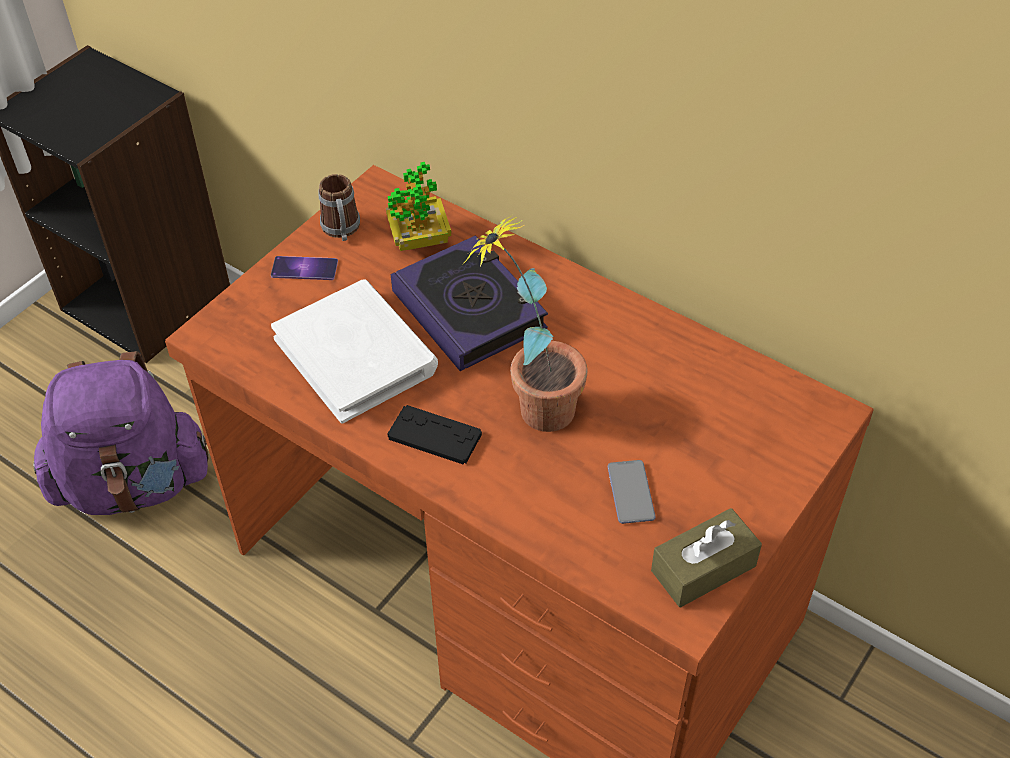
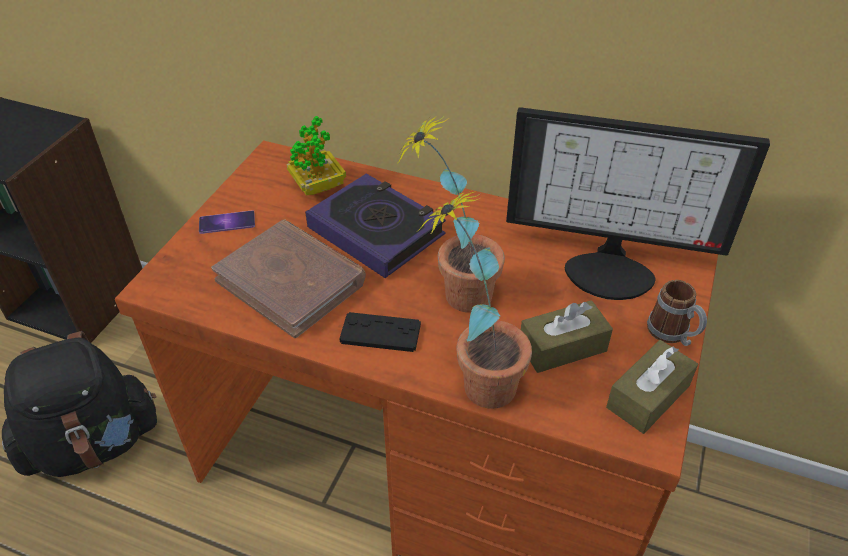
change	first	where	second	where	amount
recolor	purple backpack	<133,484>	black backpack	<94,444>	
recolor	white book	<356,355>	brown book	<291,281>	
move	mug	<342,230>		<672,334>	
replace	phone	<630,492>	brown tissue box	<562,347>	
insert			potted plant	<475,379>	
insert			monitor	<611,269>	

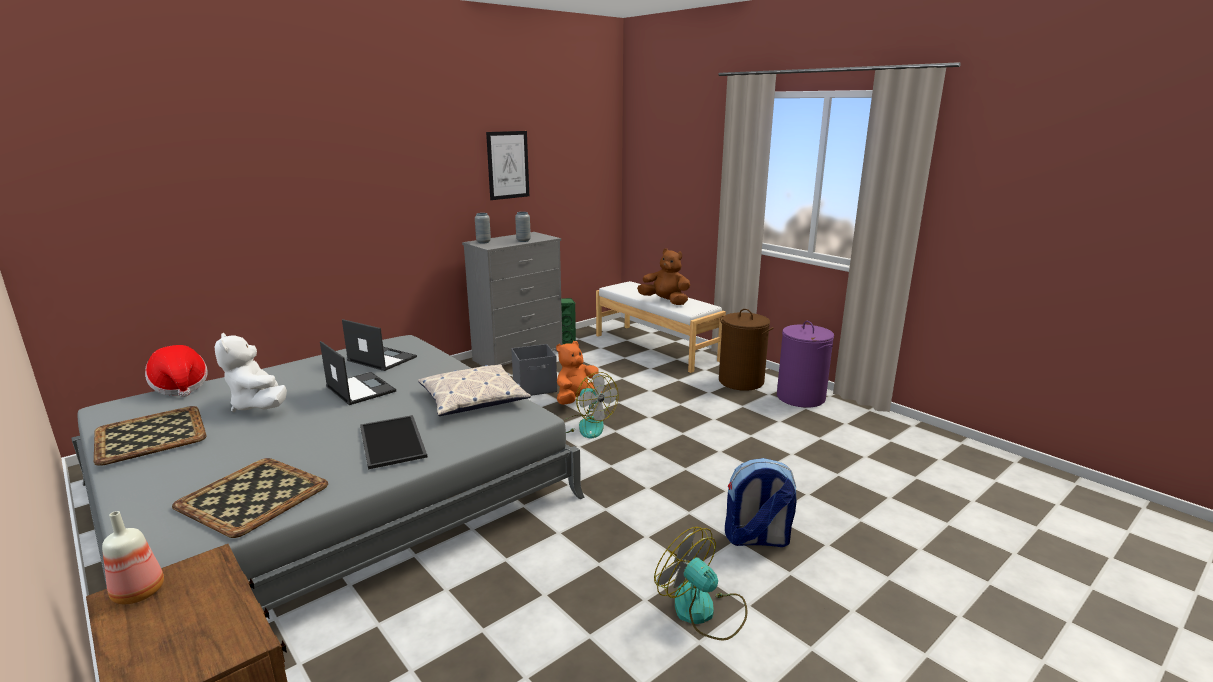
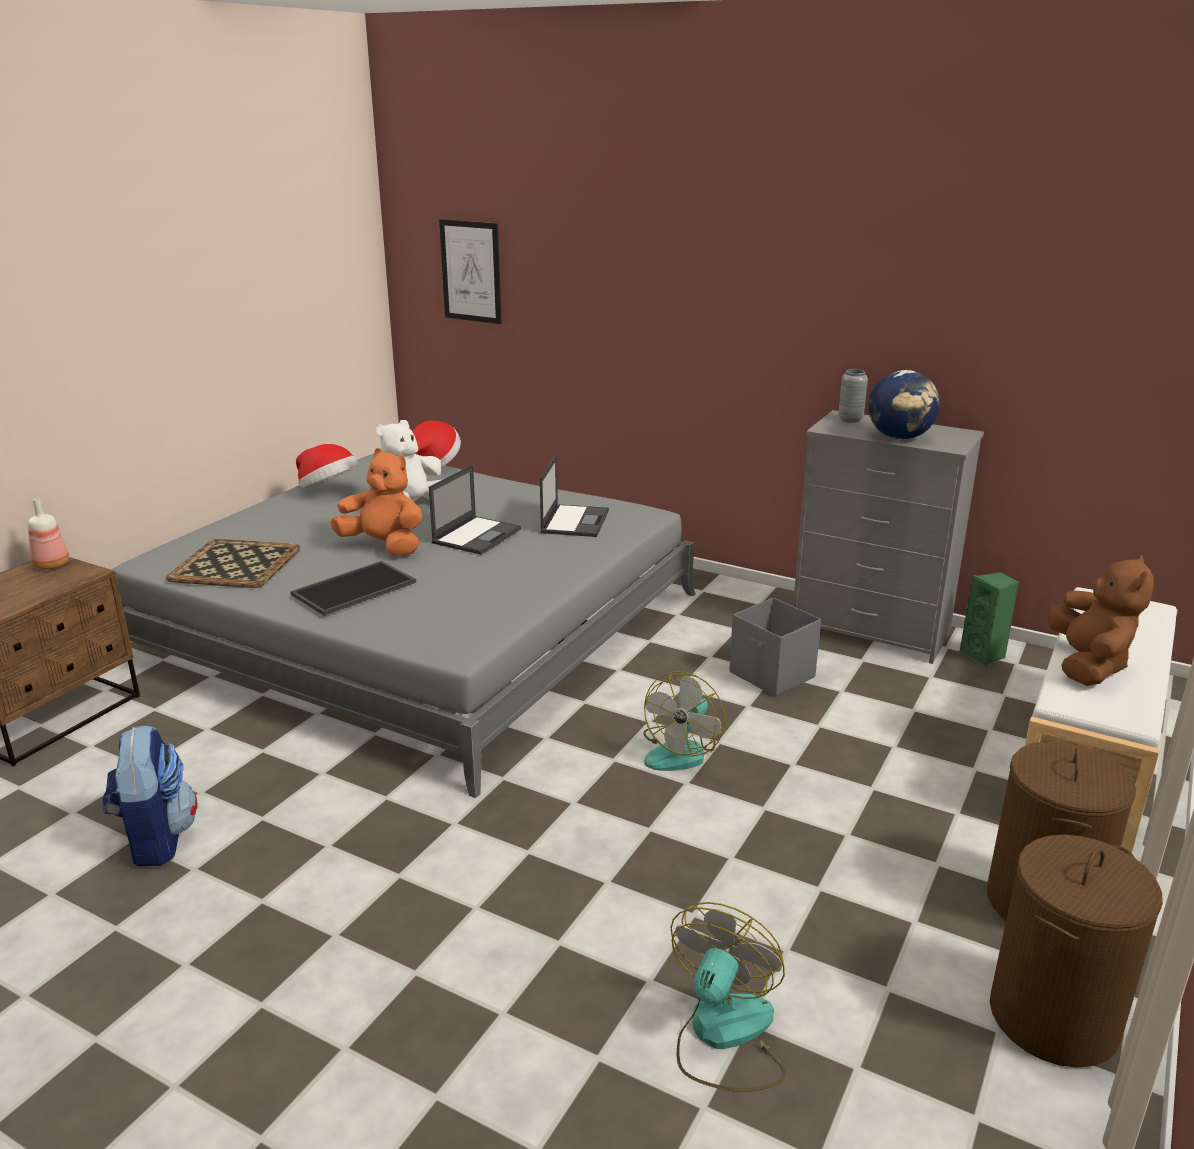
change	first	where	second	where	amount
replace	tray	<149,435>	hat	<329,489>	
delete	pillow	<473,399>			
move	picture	<508,165>		<471,271>	
replace	grey vase	<523,241>	globe	<900,438>	
move	orange plush toy	<577,400>		<384,546>	
move	fan	<703,611>		<724,1036>	
move	backpack	<756,539>		<156,839>	
recolor	purple laundry basket	<801,397>	brown laundry basket	<1053,1018>	

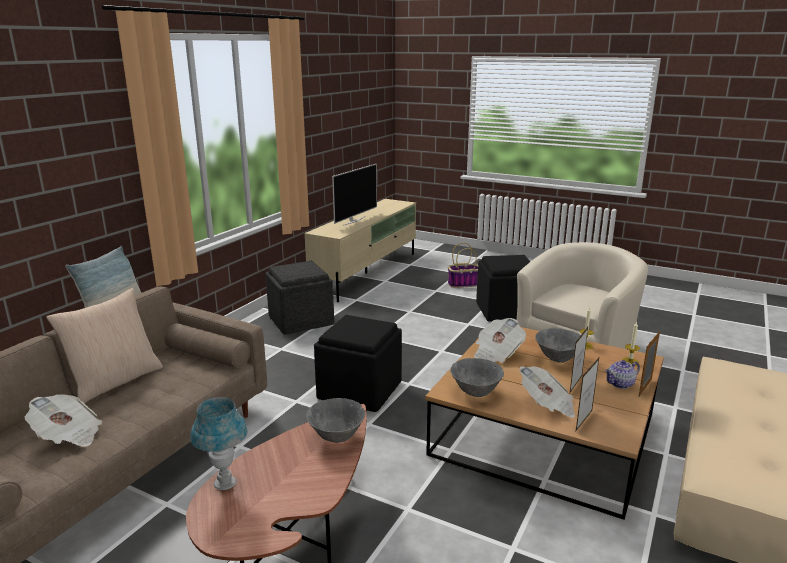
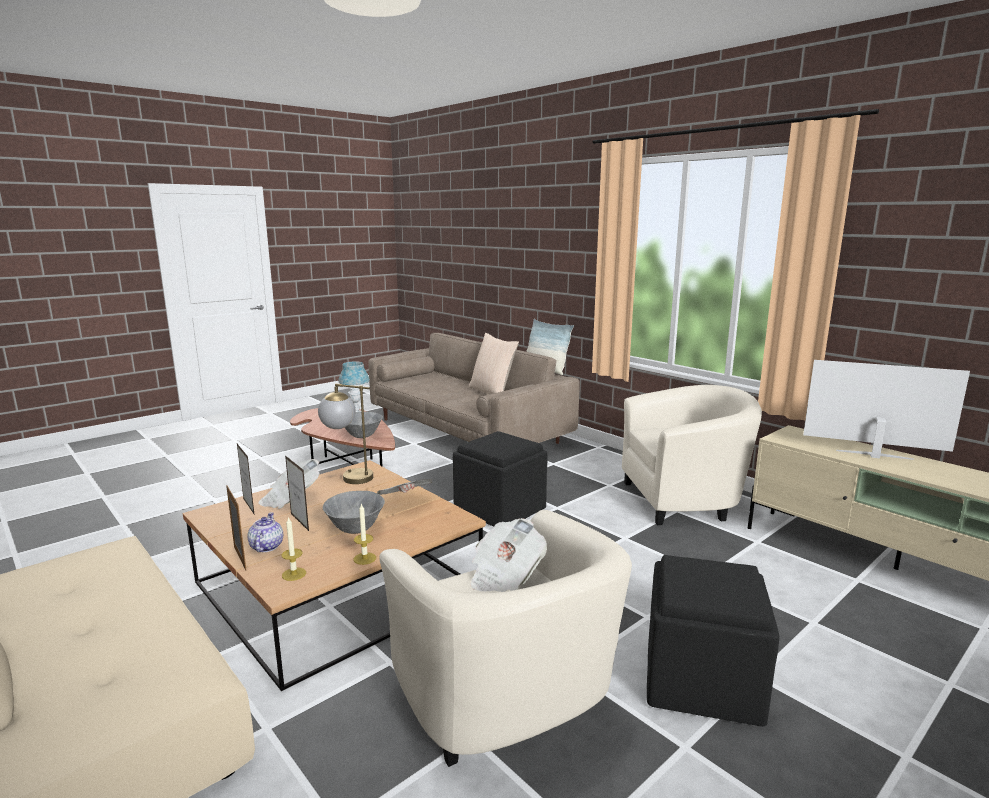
change	first	where	second	where	amount
move	newspaper	<68,435>		<505,575>	
replace	grey ottoman	<301,320>	beige armchair	<684,500>	
rotate	television	<353,221>		<874,455>	150 degrees clockwise
delete	basket	<463,284>			
replace	grey bowl	<475,393>	table lamp	<348,477>	

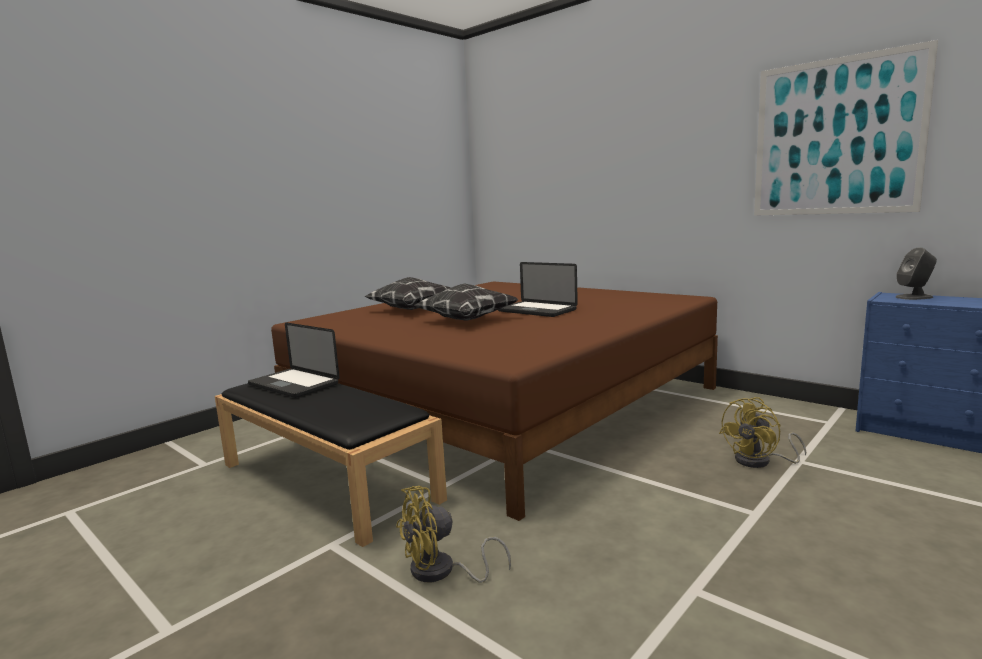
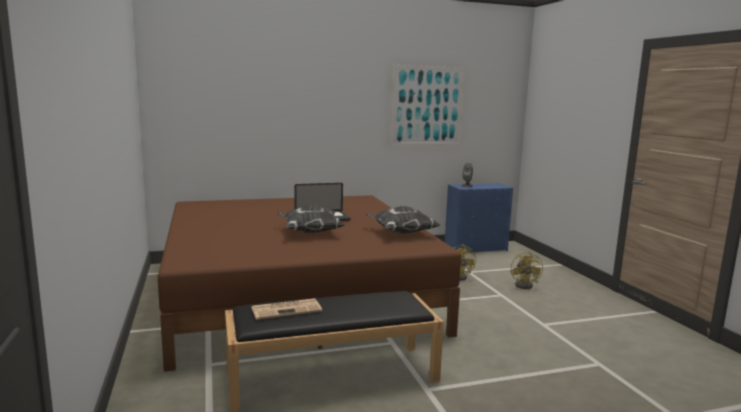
change	first	where	second	where	amount
replace	laptop	<293,384>	newspaper	<287,309>	
move	pillow	<412,309>		<400,233>	
move	yellow fan	<441,572>		<526,285>	

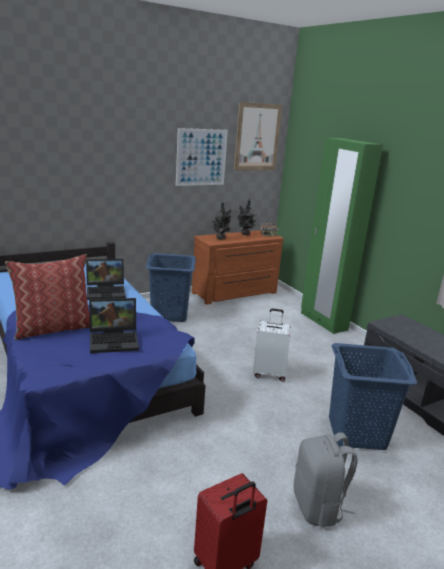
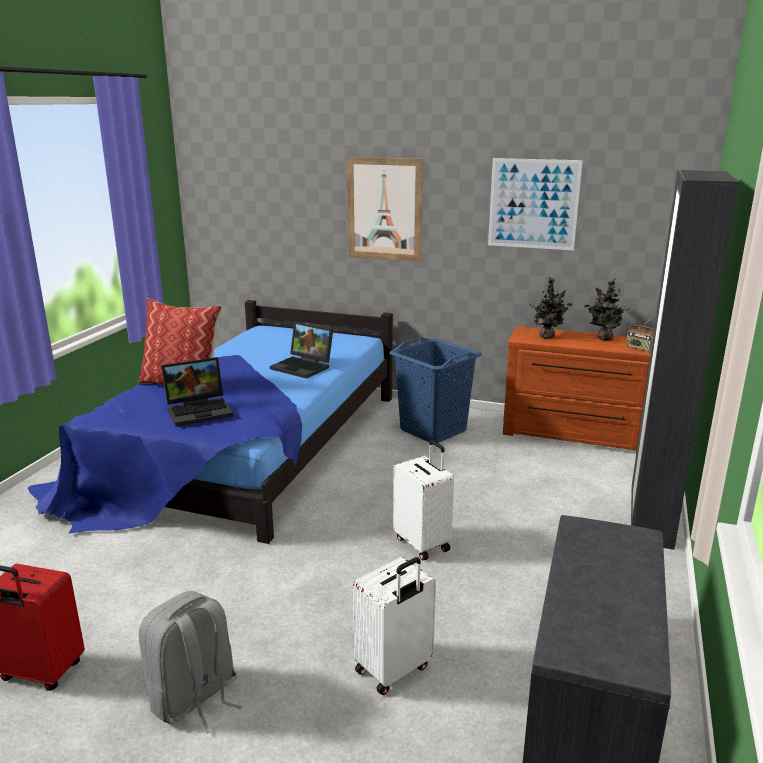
change	first	where	second	where	amount
rotate	laptop	<115,340>		<200,410>	60 degrees counterclockwise
move	picture	<257,137>		<384,209>	
recolor	green wardrobe	<323,321>	black wardrobe	<650,520>	
replace	blue laundry basket	<357,433>	white suitcase	<394,670>	

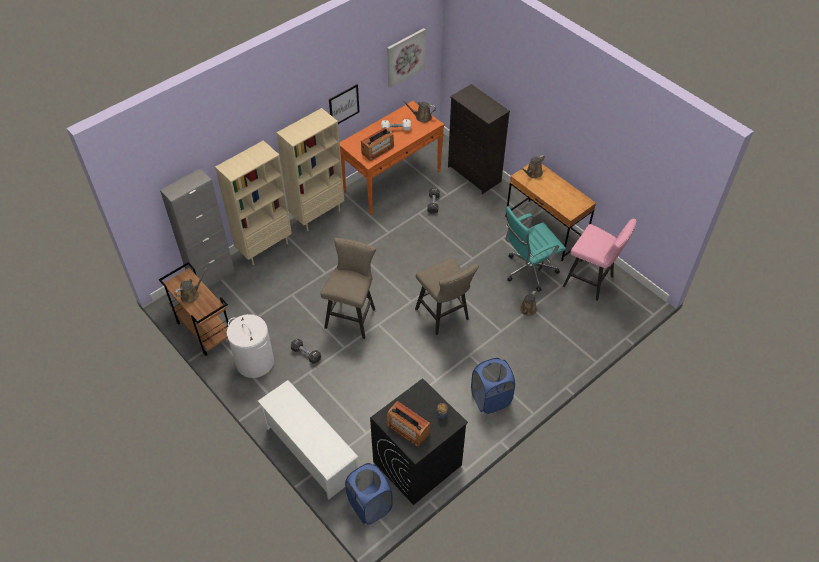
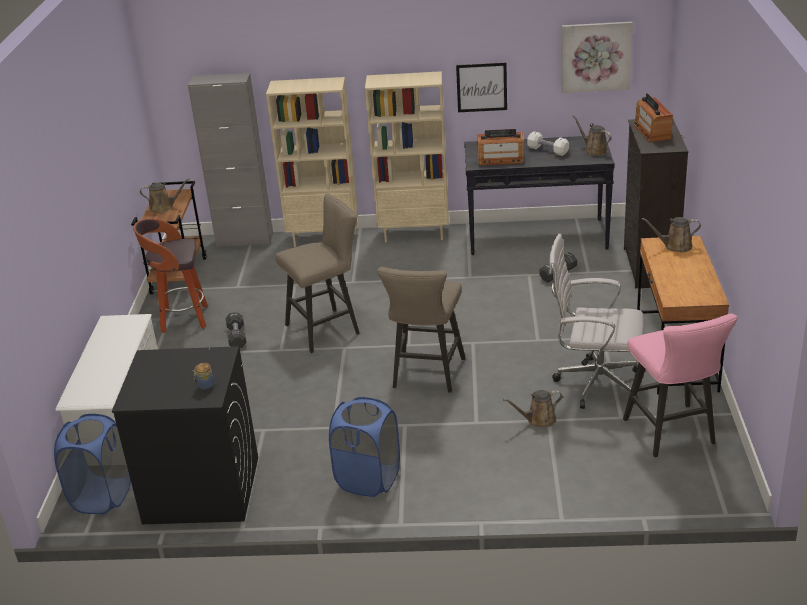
change	first	where	second	where	amount
replace	white laundry basket	<254,362>	stool	<183,320>	
recolor	orange console table	<392,180>	black console table	<537,236>	
move	radio	<408,429>		<652,132>	
recolor	turquoise office chair	<528,271>	white office chair	<594,383>	

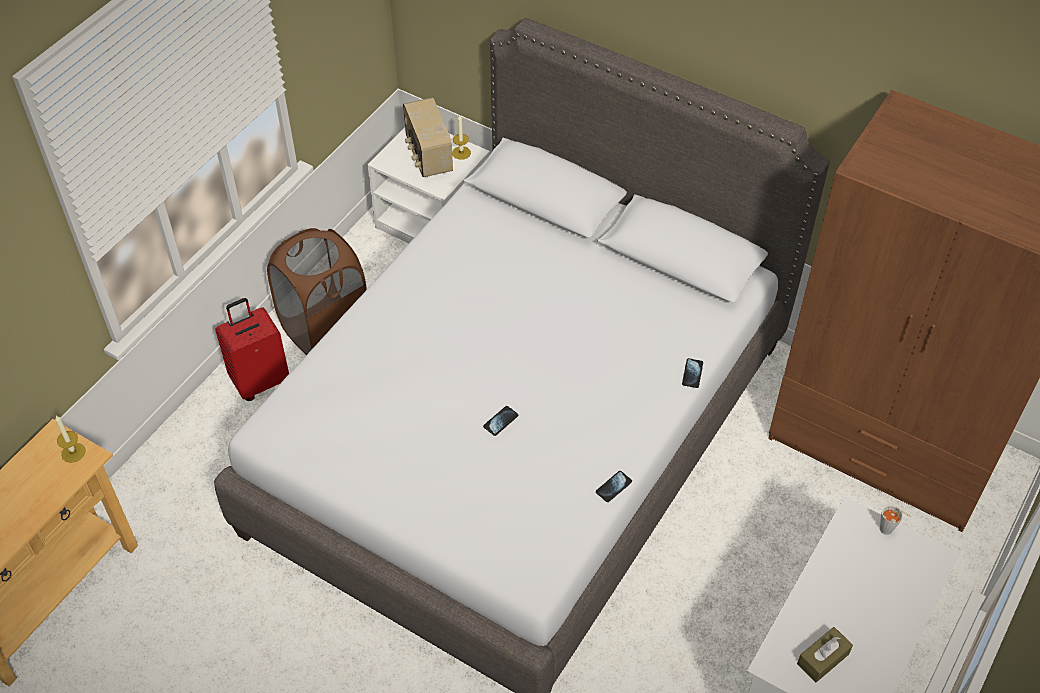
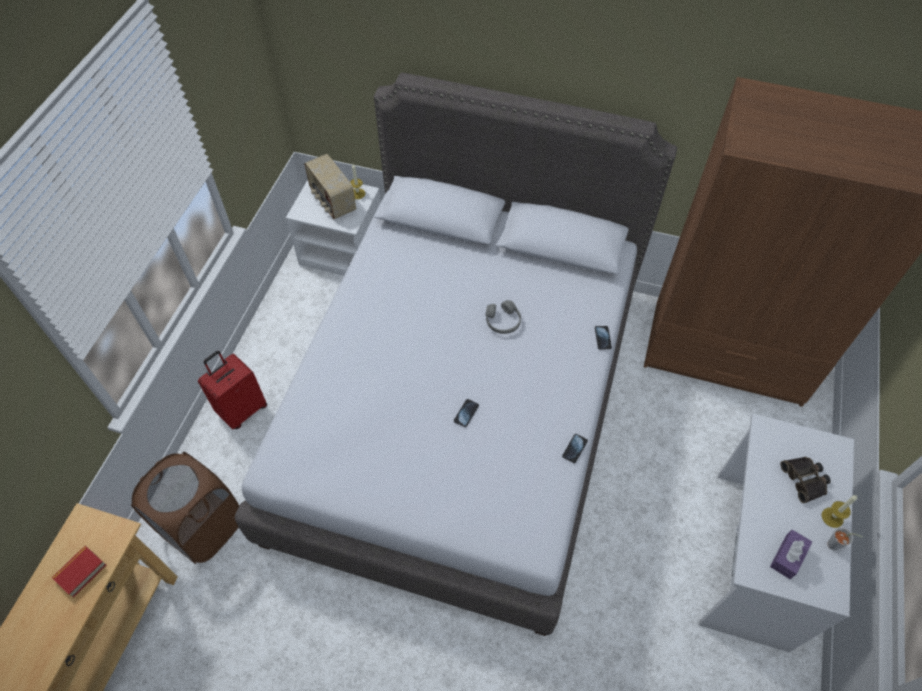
change	first	where	second	where	amount
move	candle	<73,452>		<832,517>	
move	brown laundry basket	<325,329>		<204,527>	
recolor	brown tissue box	<823,659>	purple tissue box	<788,557>	
move	grey cup	<889,530>		<836,546>	
insert			book	<81,572>	
insert			grey headphones	<503,321>	
insert			binoculars	<805,480>	

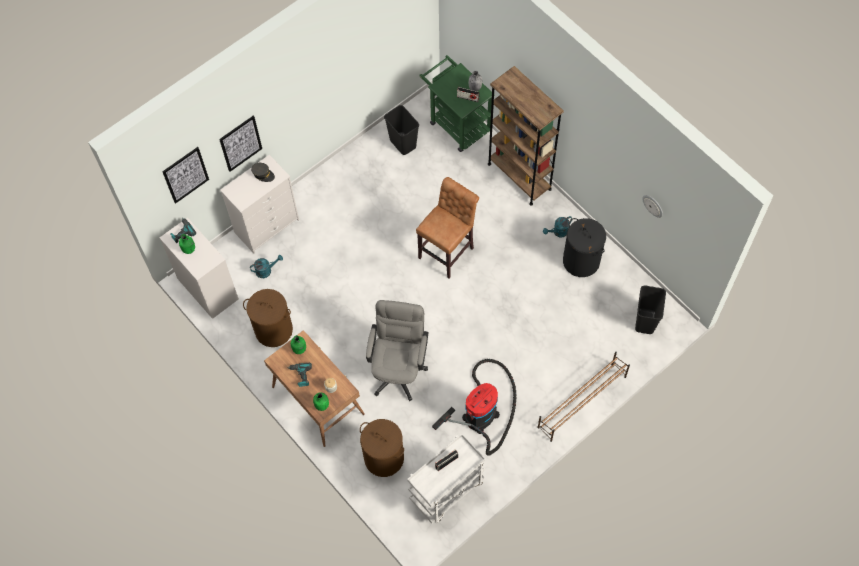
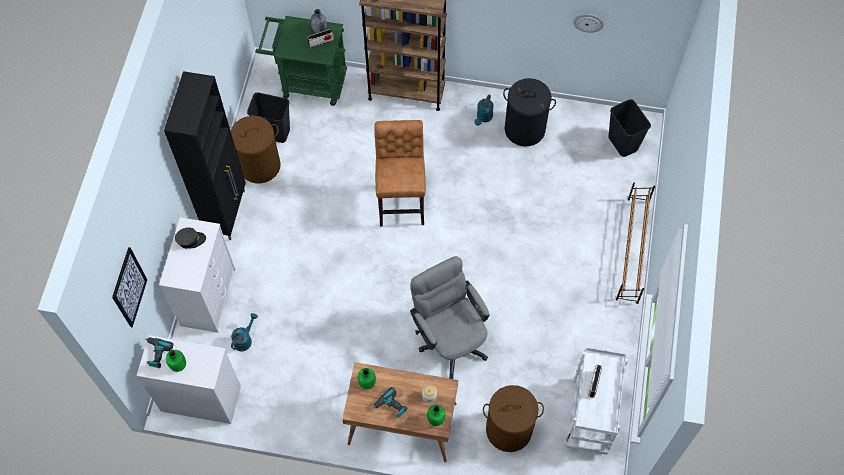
change	first	where	second	where	amount
delete	picture	<240,143>			
move	brown laundry basket	<273,330>		<259,166>	
delete	vacuum cleaner	<482,412>			
insert			black cabinet	<227,212>	

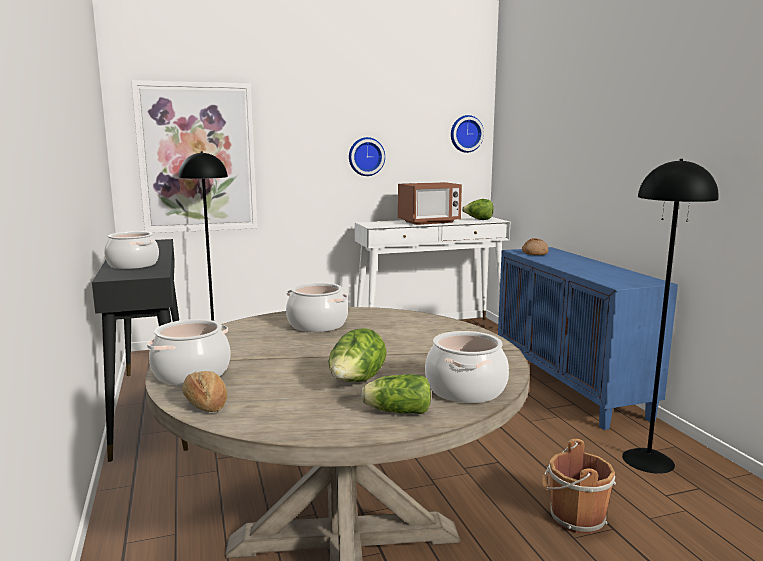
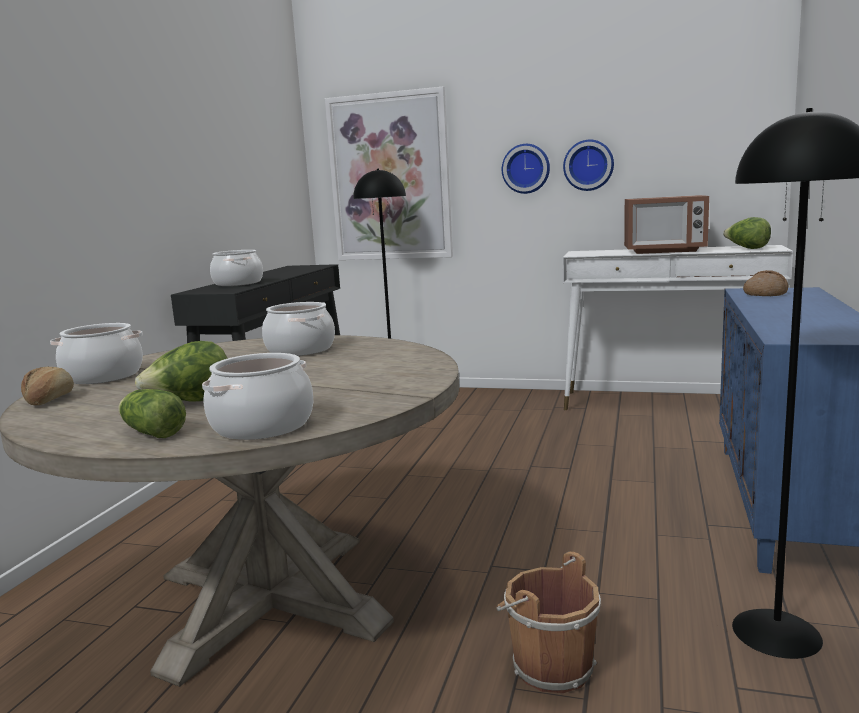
change	first	where	second	where	amount
move	wall clock	<465,134>		<526,168>	

